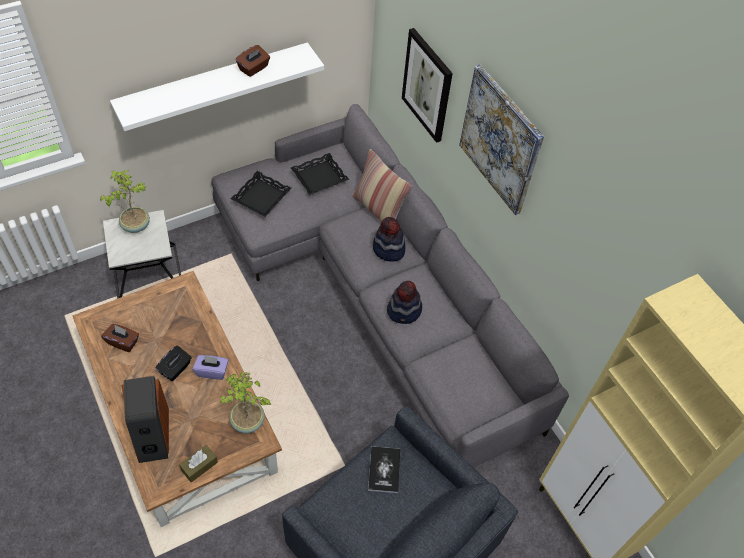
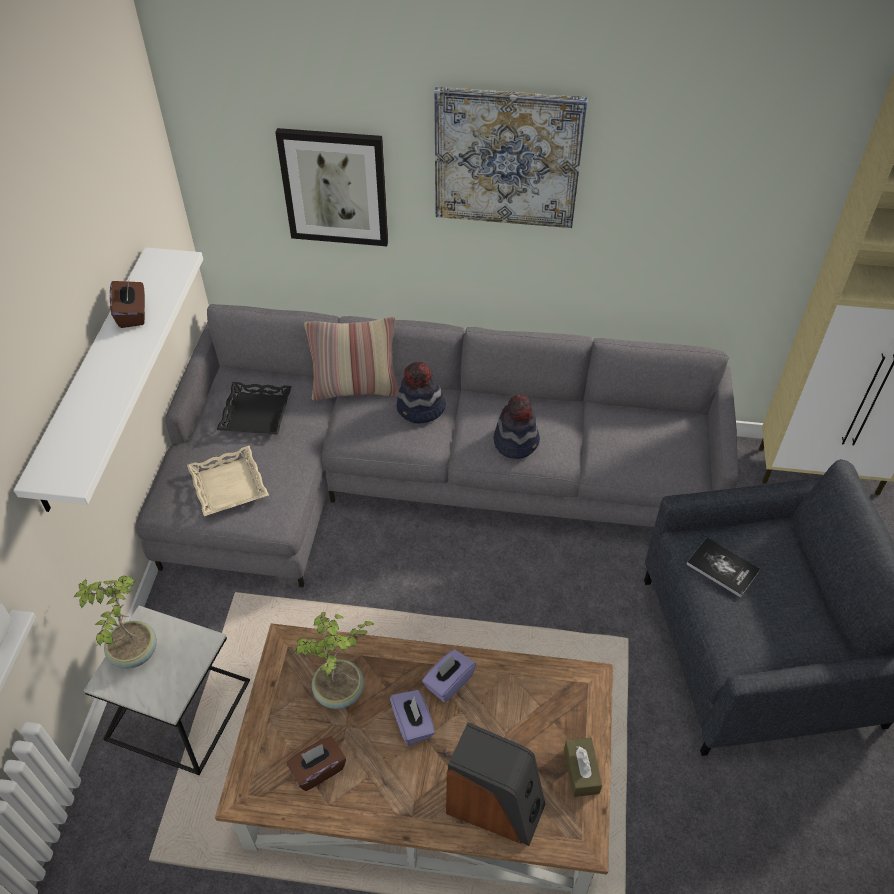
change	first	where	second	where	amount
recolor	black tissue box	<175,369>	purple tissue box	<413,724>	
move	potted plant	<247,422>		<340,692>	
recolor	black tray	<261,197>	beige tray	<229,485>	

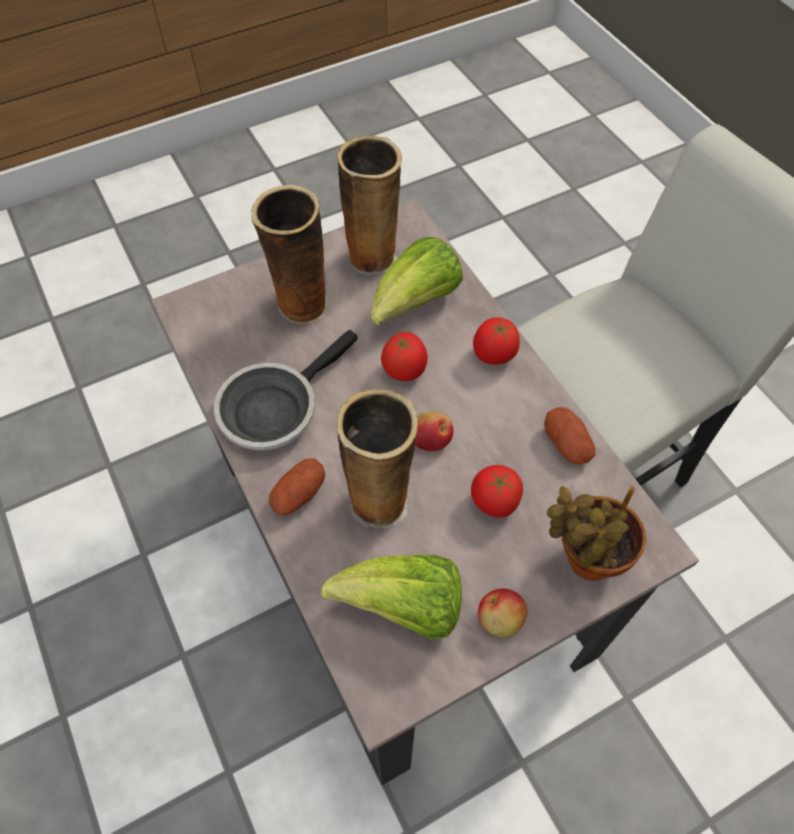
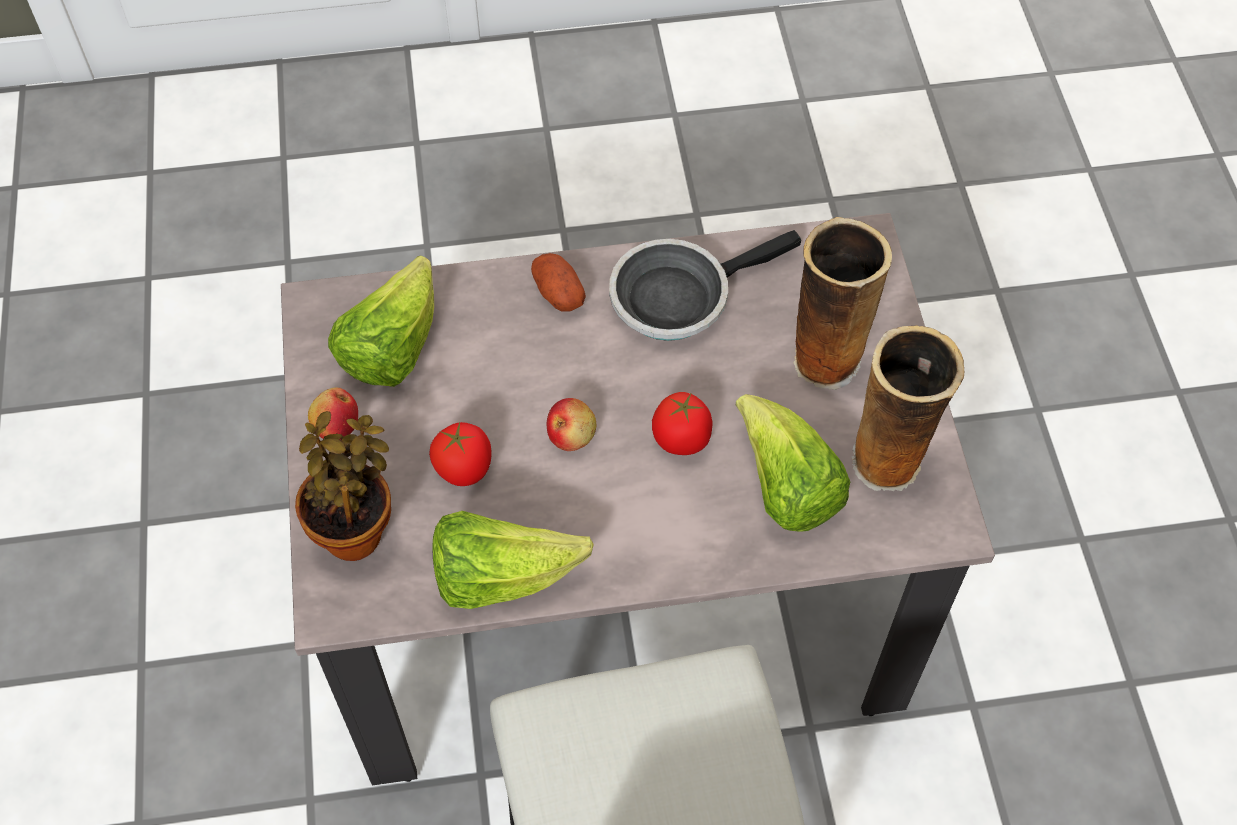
change	first	where	second	where	amount
rotate	frying pan	<274,408>		<678,296>	90 degrees counterclockwise
delete	vase	<380,500>			
delete	tomato	<493,355>			
replace	potato	<567,444>	lettuce	<501,576>	

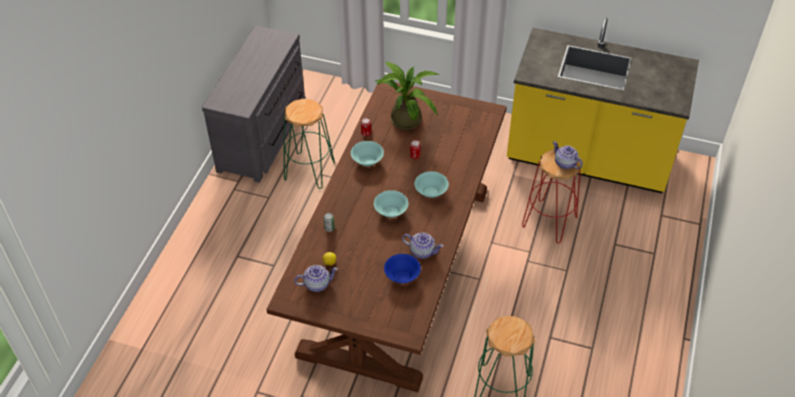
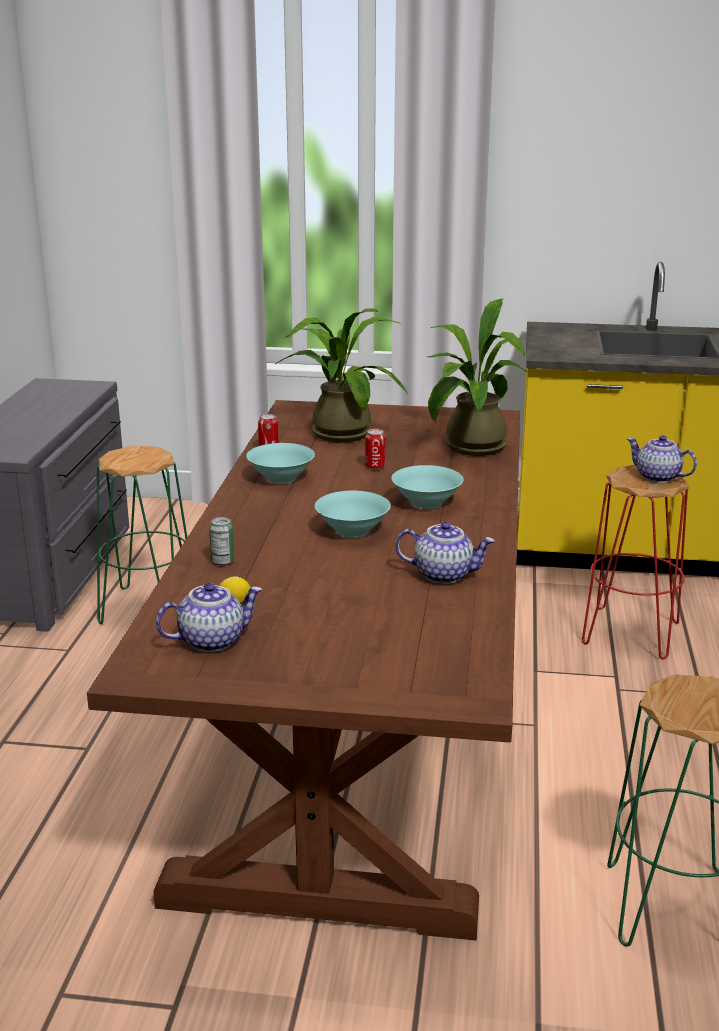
change	first	where	second	where	amount
delete	blue bowl	<402,276>			
insert			potted plant	<470,449>	

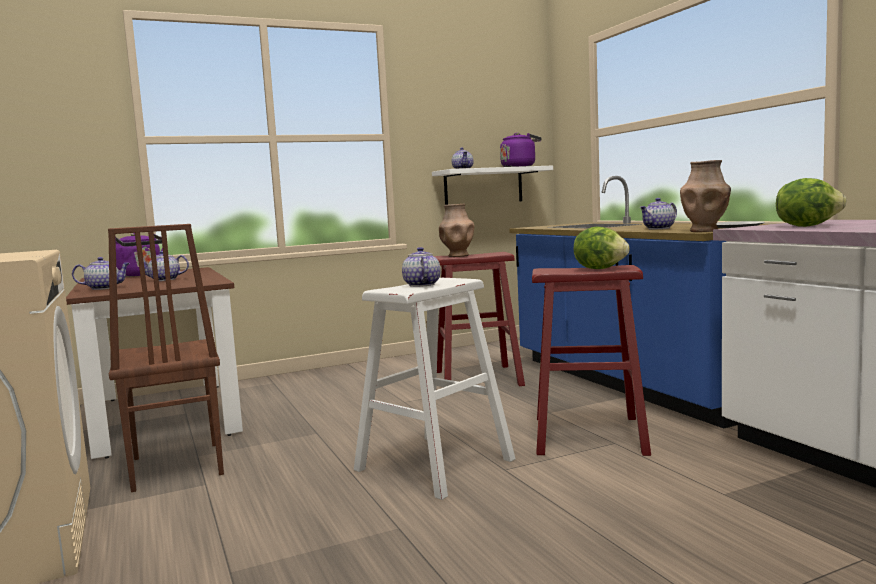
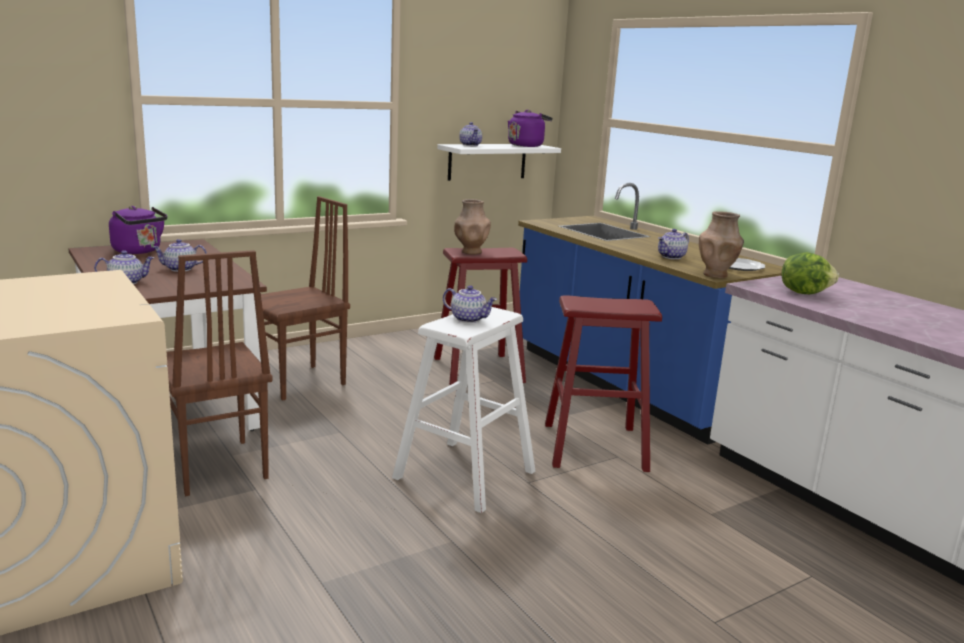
change	first	where	second	where	amount
rotate	teapot	<420,285>		<469,319>	135 degrees clockwise
delete	lettuce	<600,269>			
insert			brown chair	<300,382>	

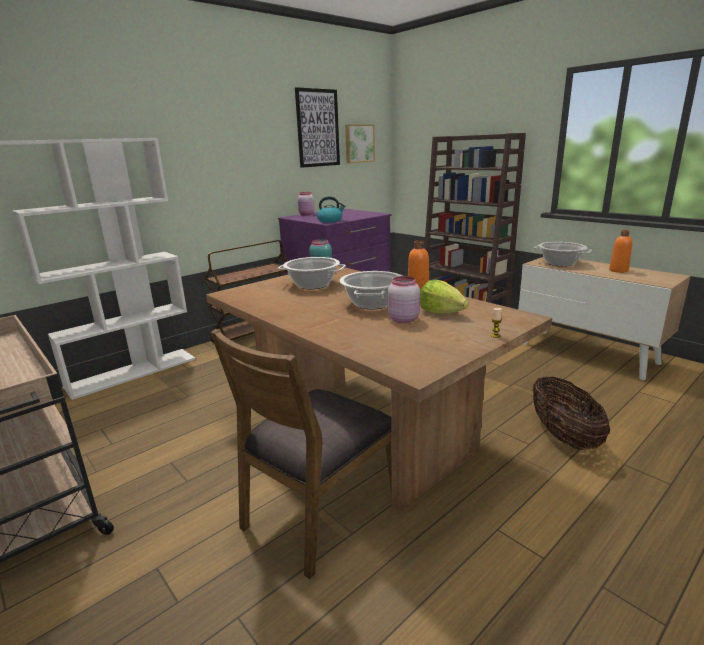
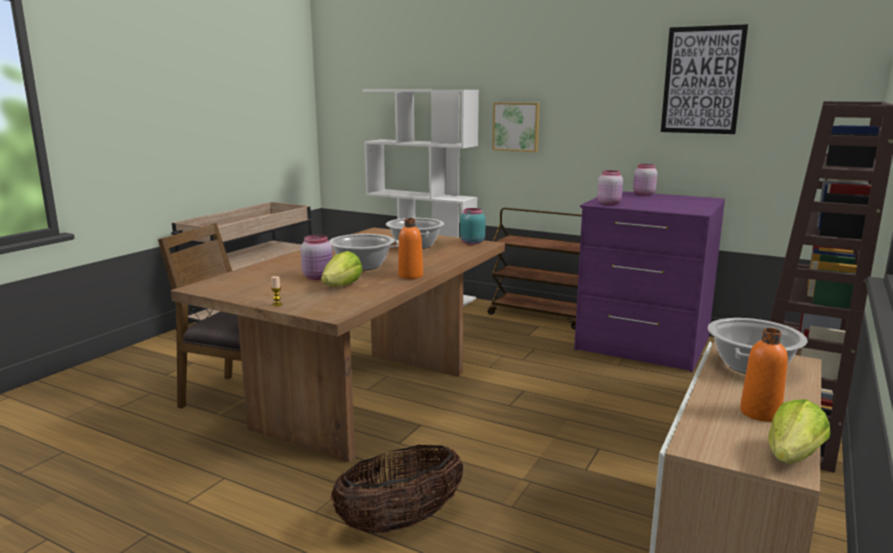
change	first	where	second	where	amount
replace	kettle	<330,221>	pink jar	<609,203>	
move	picture	<359,143>		<516,126>	
insert			lettuce	<792,457>	

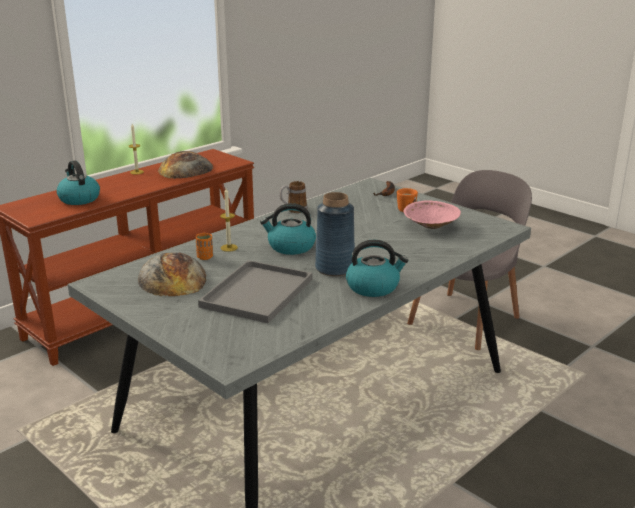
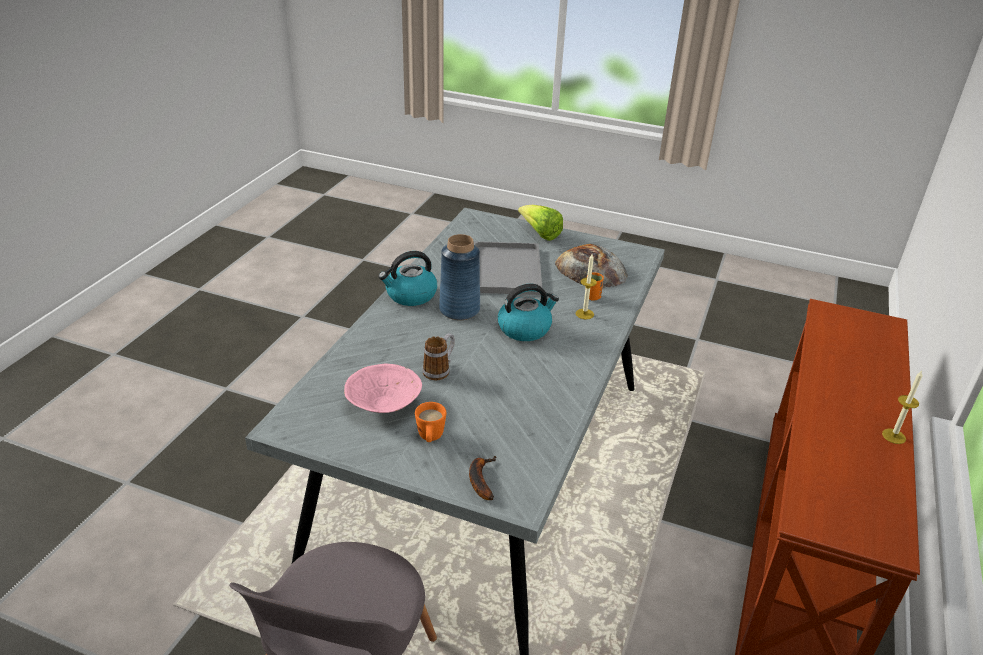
change	first	where	second	where	amount
delete	kettle	<79,199>			
delete	bread	<186,169>			
move	mug	<293,210>		<440,370>	
insert			lettuce	<540,234>	

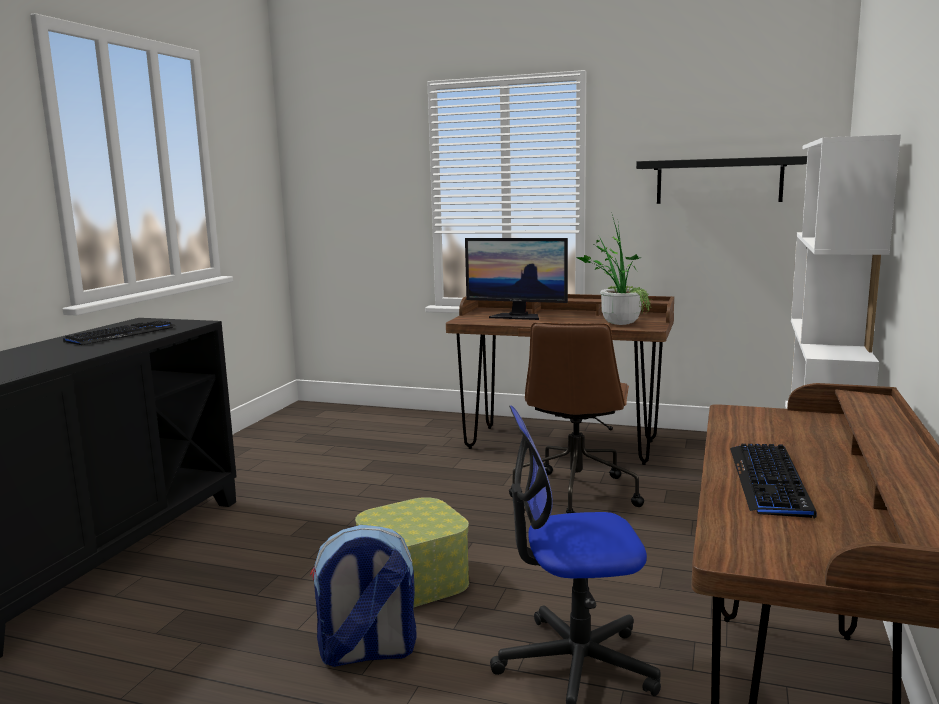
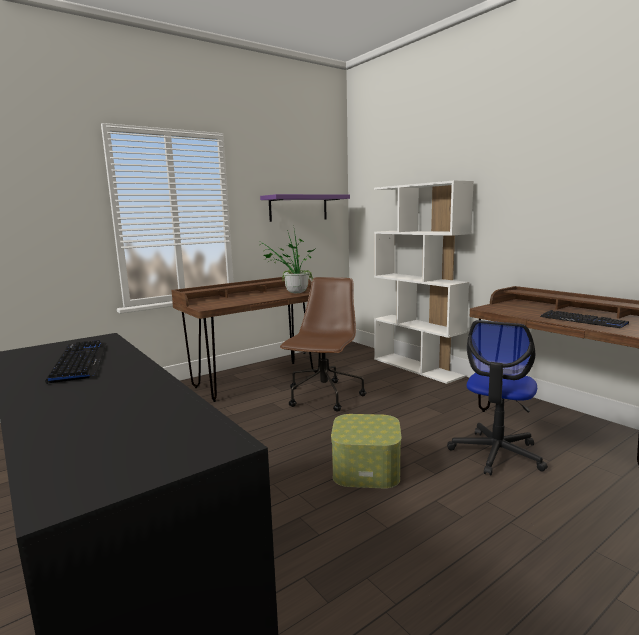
change	first	where	second	where	amount
delete	backpack	<366,652>			
delete	monitor	<517,316>			
rotate	brown office chair	<576,493>		<324,397>	120 degrees counterclockwise
recolor	black shelf	<719,181>	purple shelf	<298,208>	

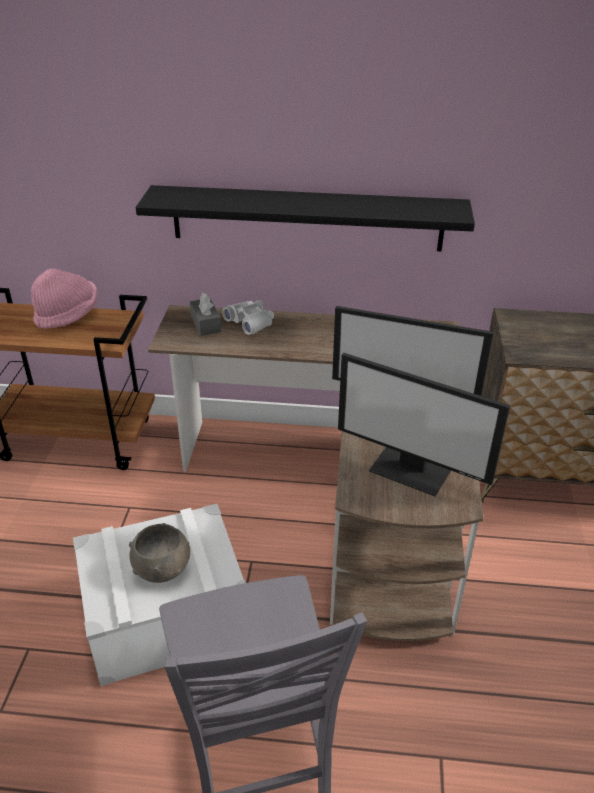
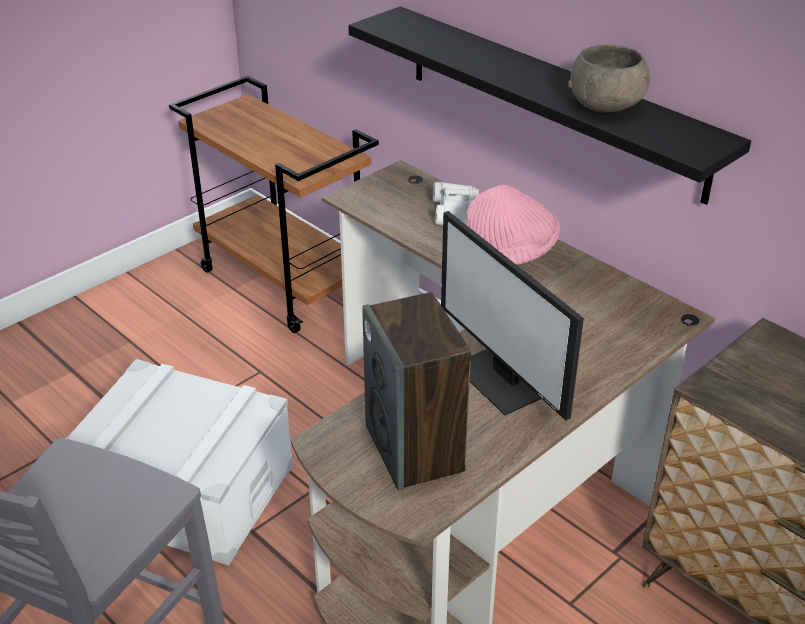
change	first	where	second	where	amount
move	pink hat	<68,315>		<509,253>	
move	grey bowl	<163,567>		<607,105>	
delete	grey tissue box	<206,324>			
replace	monitor	<411,470>	speaker	<415,449>	

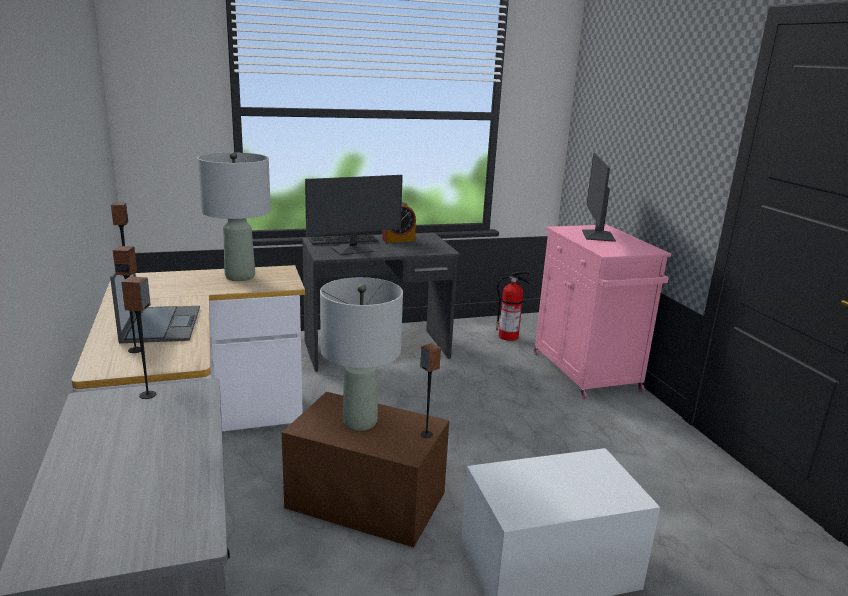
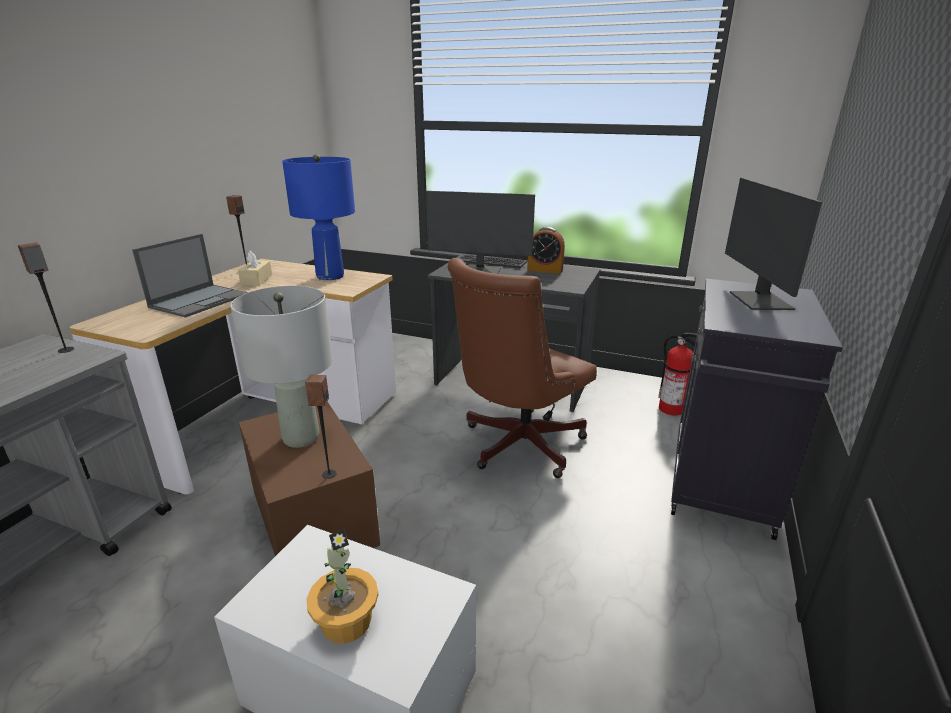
change	first	where	second	where	amount
delete	speaker	<135,350>			
recolor	grey table lamp	<239,276>	blue table lamp	<330,276>	
recolor	pink cabinet	<586,373>	black cabinet	<720,484>	
rotate	monitor	<597,236>		<759,301>	45 degrees counterclockwise
insert			beige tissue box	<256,280>	
insert			potted plant	<346,620>	
insert			brown office chair	<517,446>	

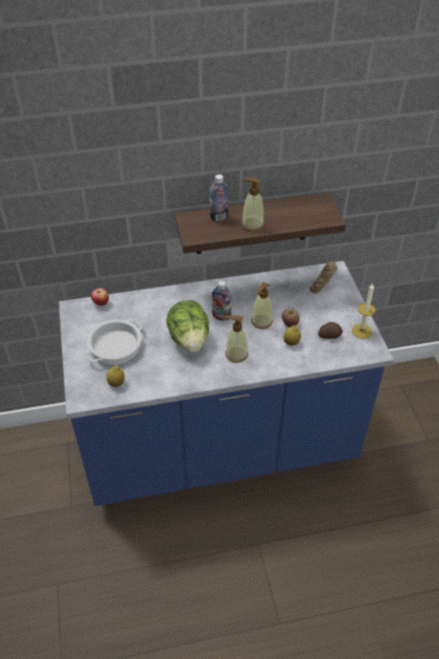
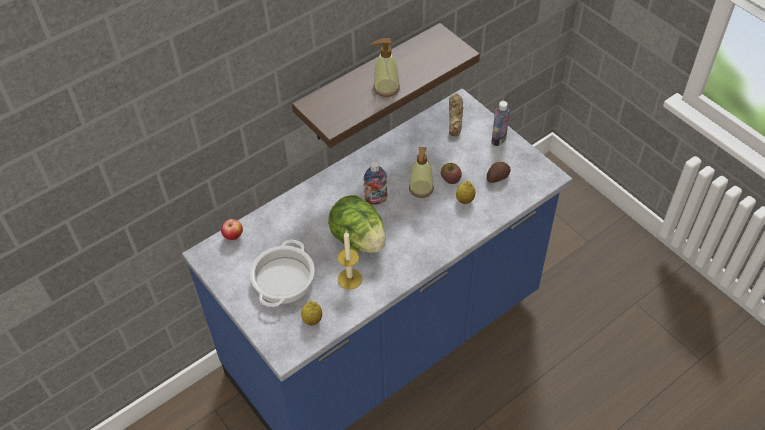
change	first	where	second	where	amount
move	bottle	<219,217>		<498,140>	
delete	soap dispenser	<236,354>			
move	candle	<361,330>		<350,279>	

